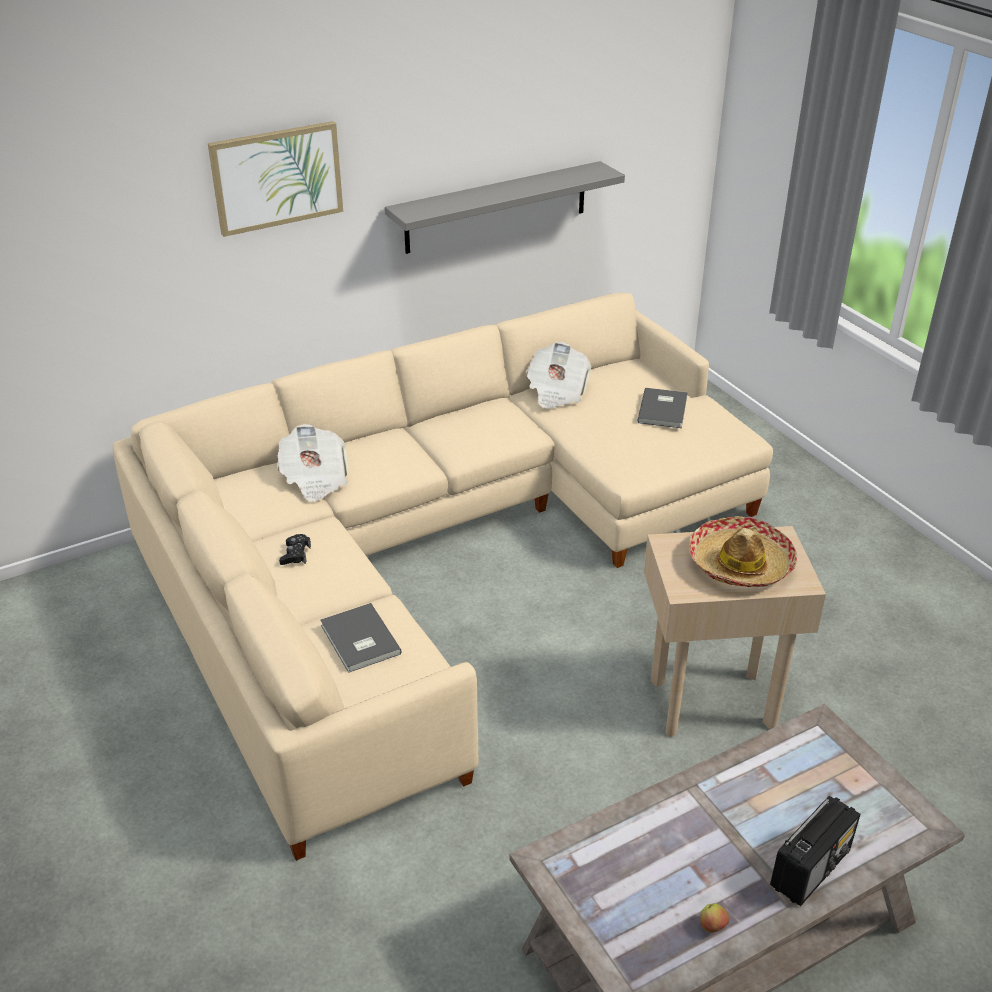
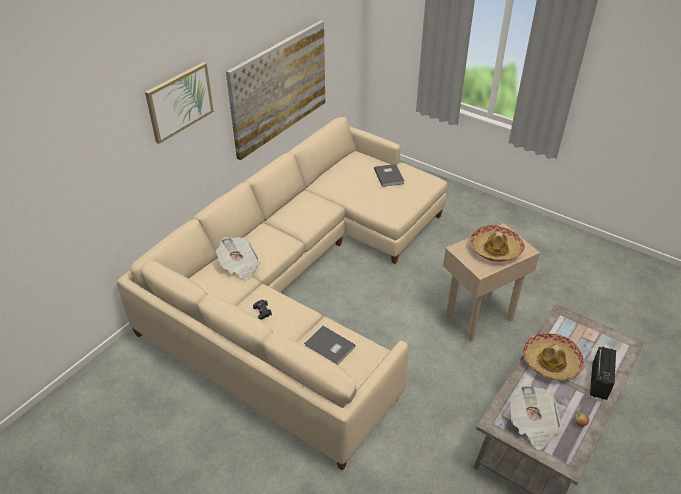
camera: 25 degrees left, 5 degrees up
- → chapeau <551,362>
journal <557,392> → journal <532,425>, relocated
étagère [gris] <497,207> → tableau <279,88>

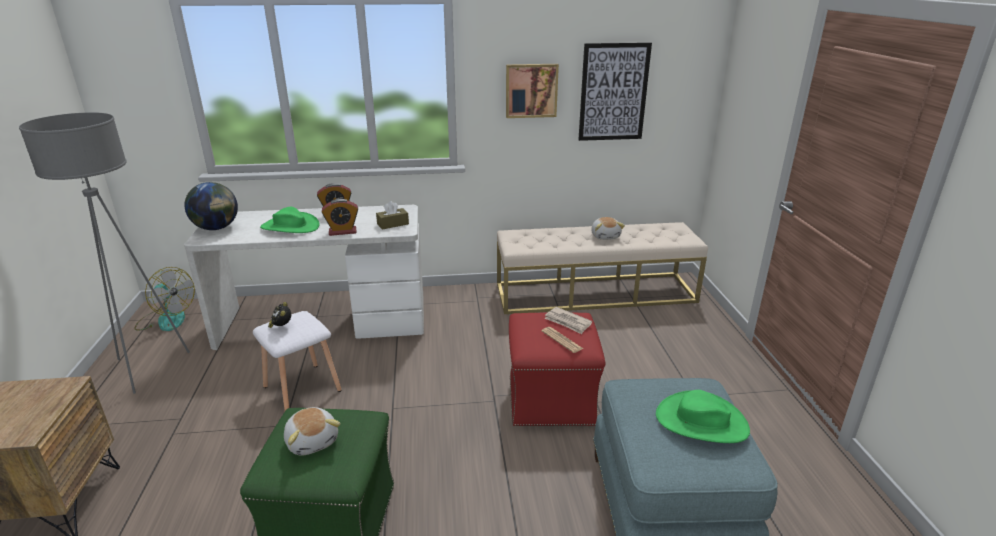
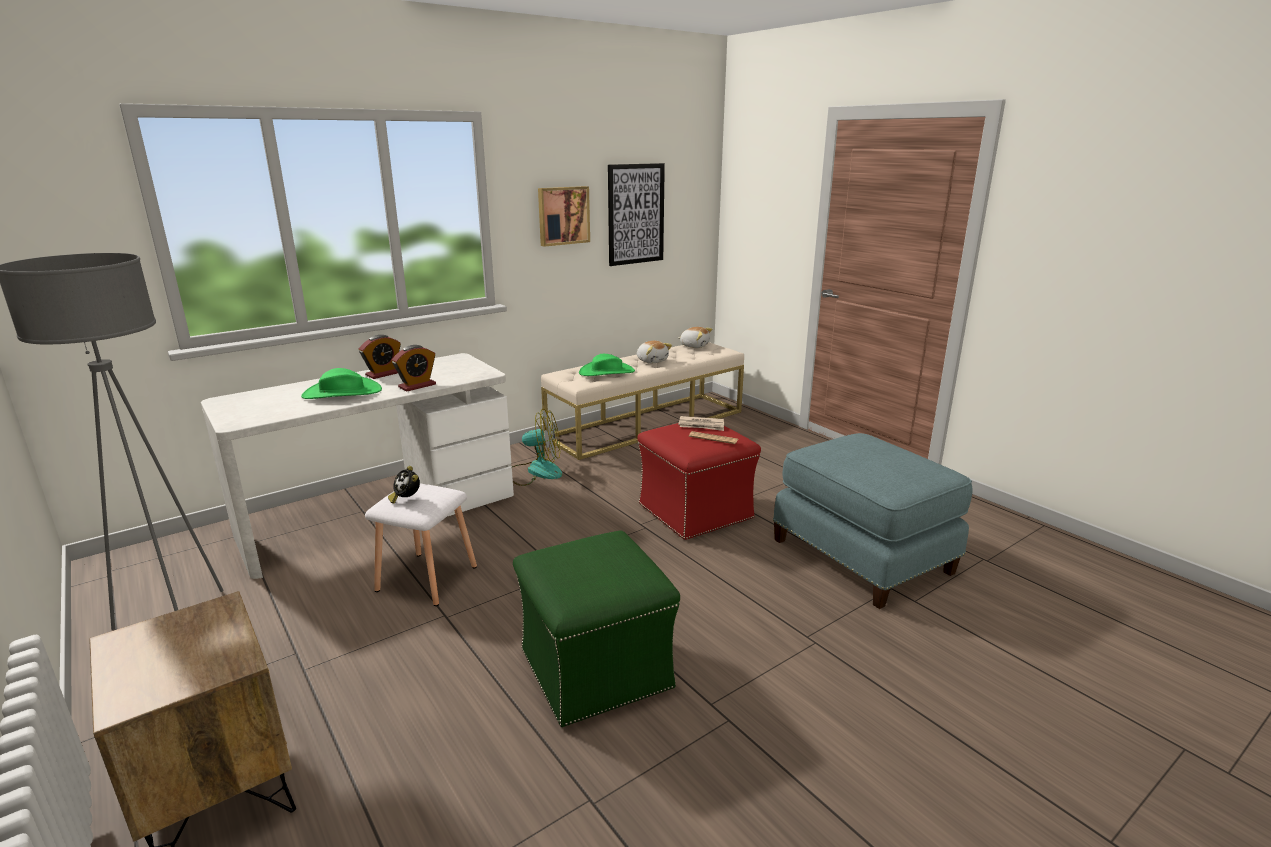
camera: 30 degrees left, 5 degrees down
globe <217,228> → -
boîte à mouchoirs [marron] <393,224> → -
ventilateur <166,319> → ventilateur <536,471>, relocated
peluche <313,440> → peluche <694,346>, relocated
chapeau [vert] <701,422> → chapeau [vert] <606,372>, relocated

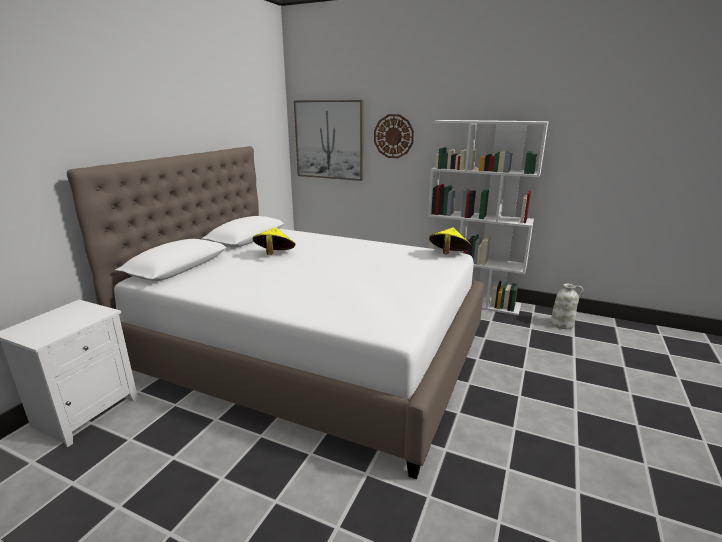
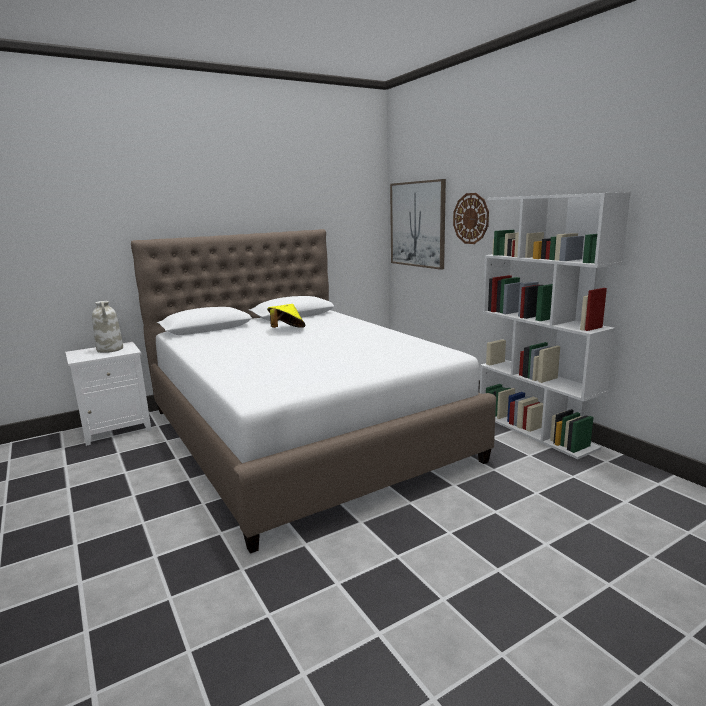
camera: 35 degrees right, 5 degrees down
chapeau [jaune] <448,255> → -
vase [blanc] <562,324> → vase [blanc] <110,349>, relocated

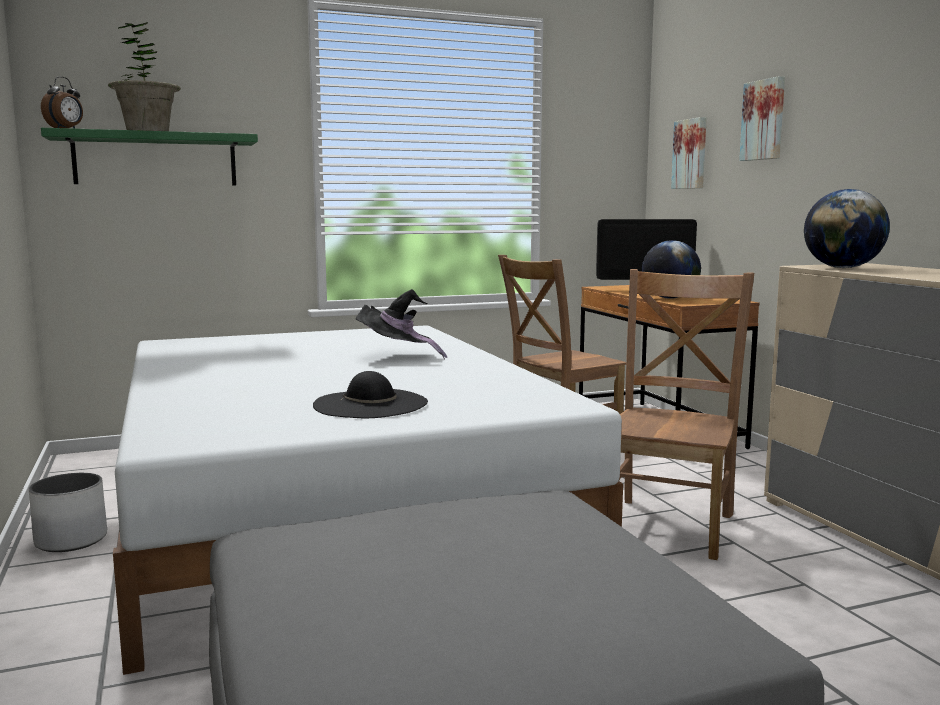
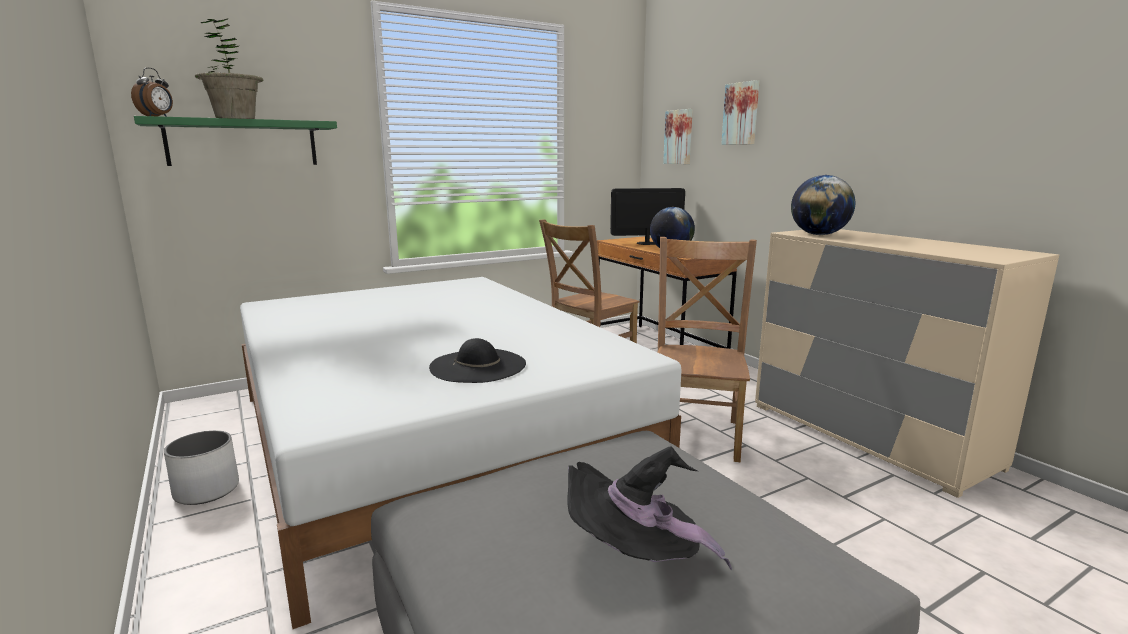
camera: 10 degrees left, 5 degrees up
chapeau [noir] <397,356> → chapeau [noir] <636,559>, relocated

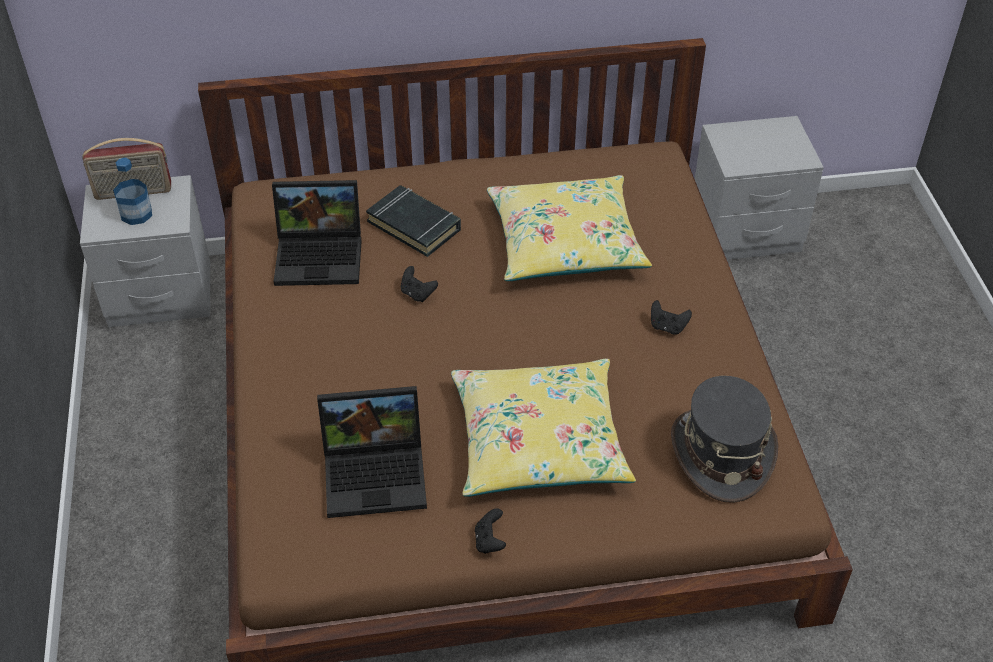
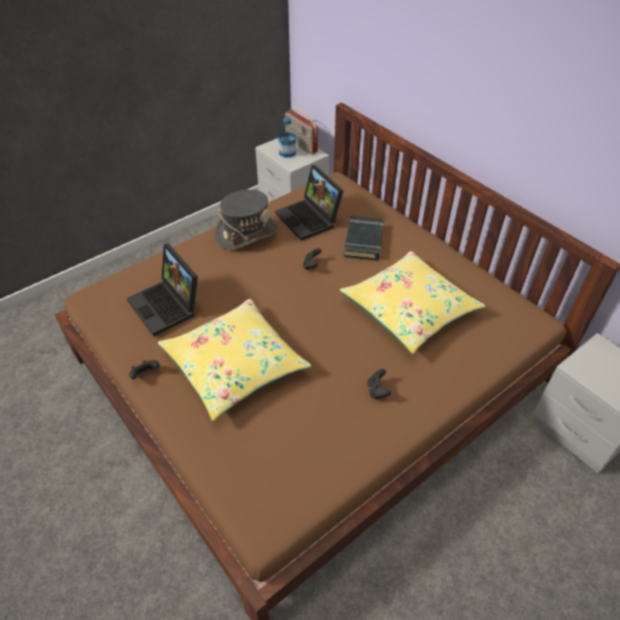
camera: 60 degrees right, 0 degrees up
chapeau [gris] <721,453> → chapeau [gris] <247,233>, relocated

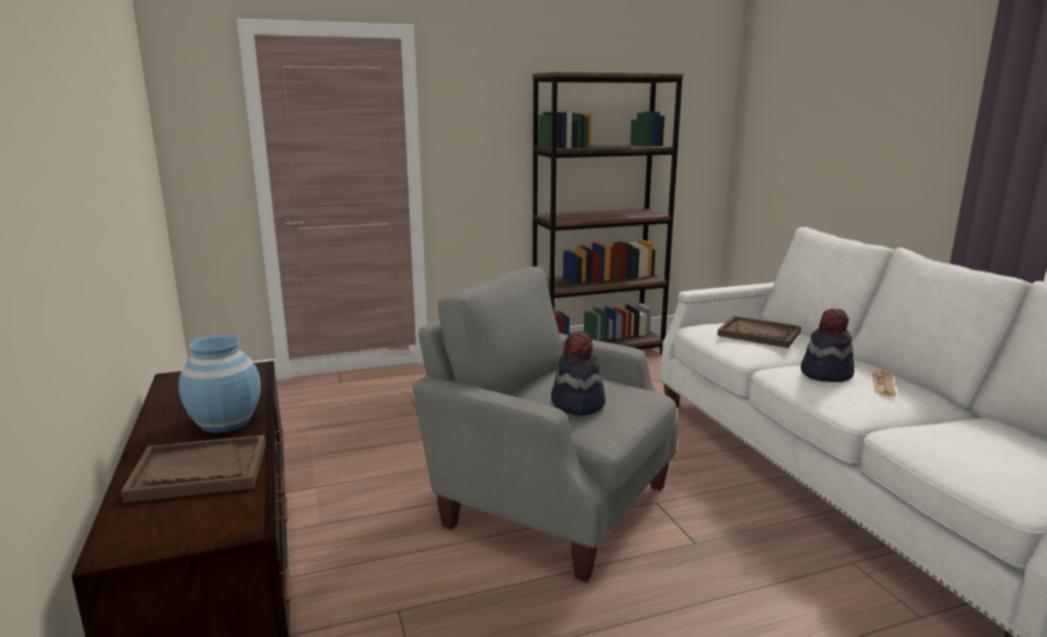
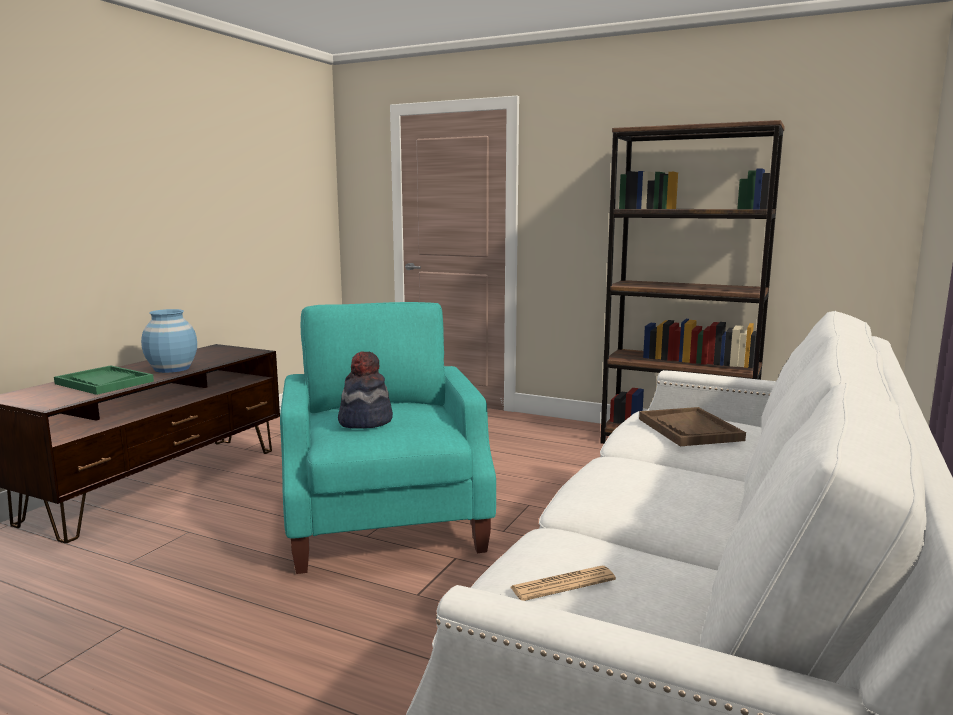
camera: 45 degrees right, 5 degrees down
chapeau <825,373> → -
journal <883,384> → journal <563,584>, relocated
plateau [marron] <199,471> → plateau [vert] <104,382>
fauteuil [gris] <551,503> → fauteuil [turquoise] <385,523>

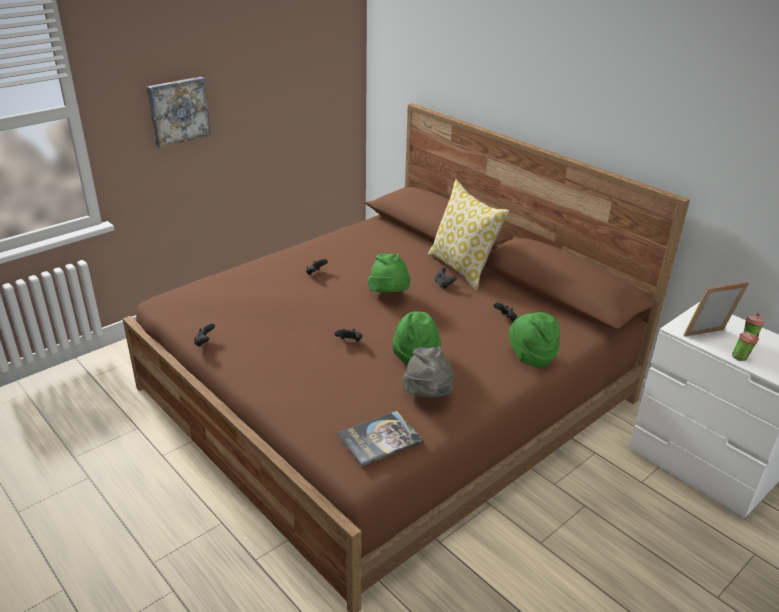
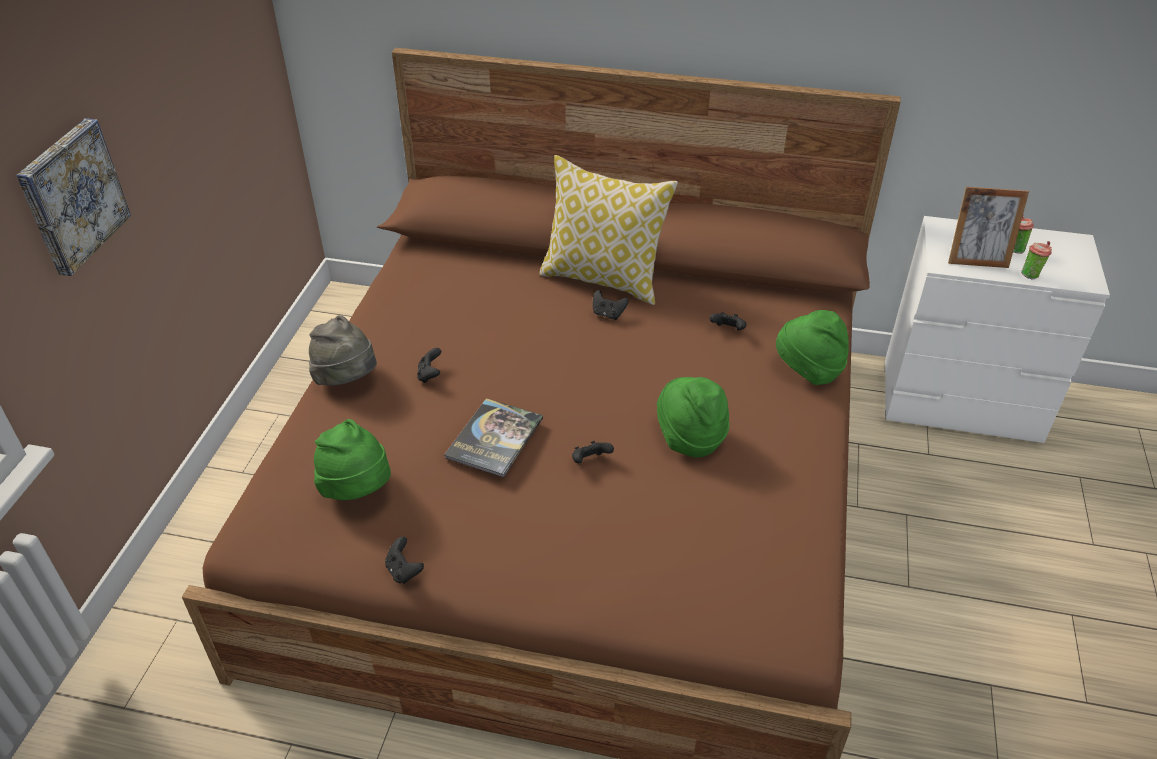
camera: 35 degrees left, 10 degrees up
livre <380,439> → livre <494,438>, relocated
chapeau [vert] <389,296> → chapeau [vert] <358,489>, relocated
chapeau [gris] <428,396> → chapeau [gris] <347,380>, relocated
cadre photo <707,336> → cadre photo <976,261>, 120 degrees counterclockwise

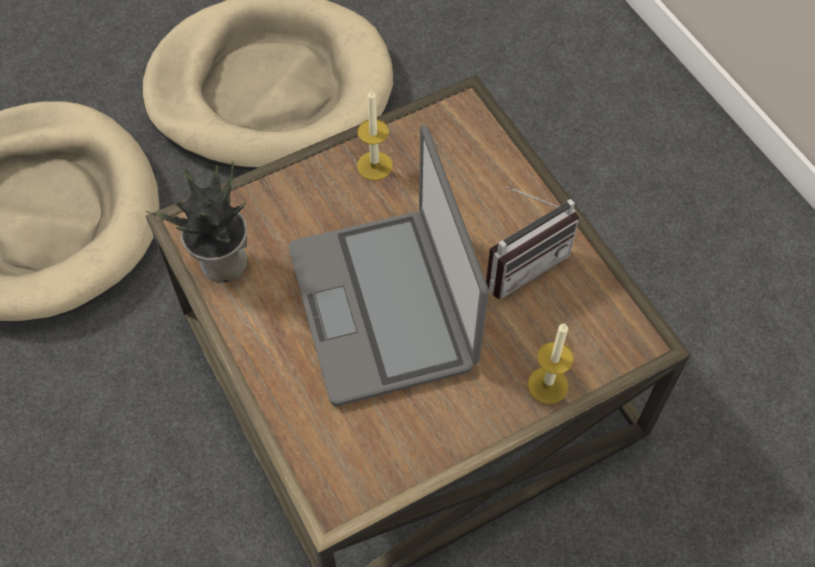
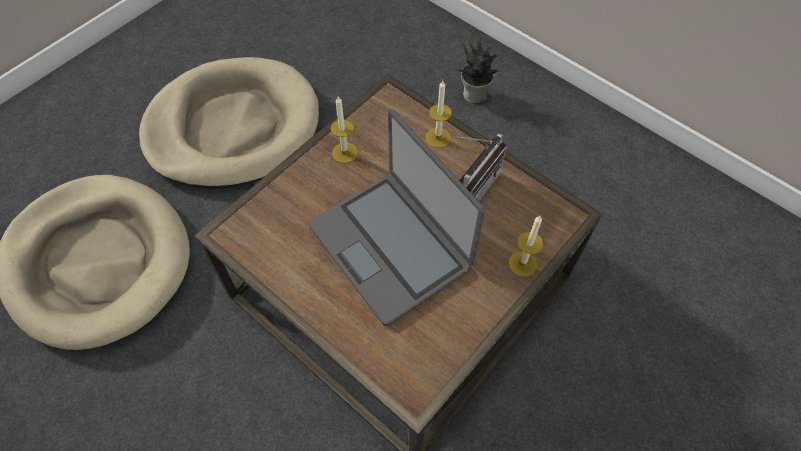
camera: 20 degrees left, 0 degrees up
- → bougie <438,137>
plante en pot <222,263> → plante en pot <474,95>, relocated

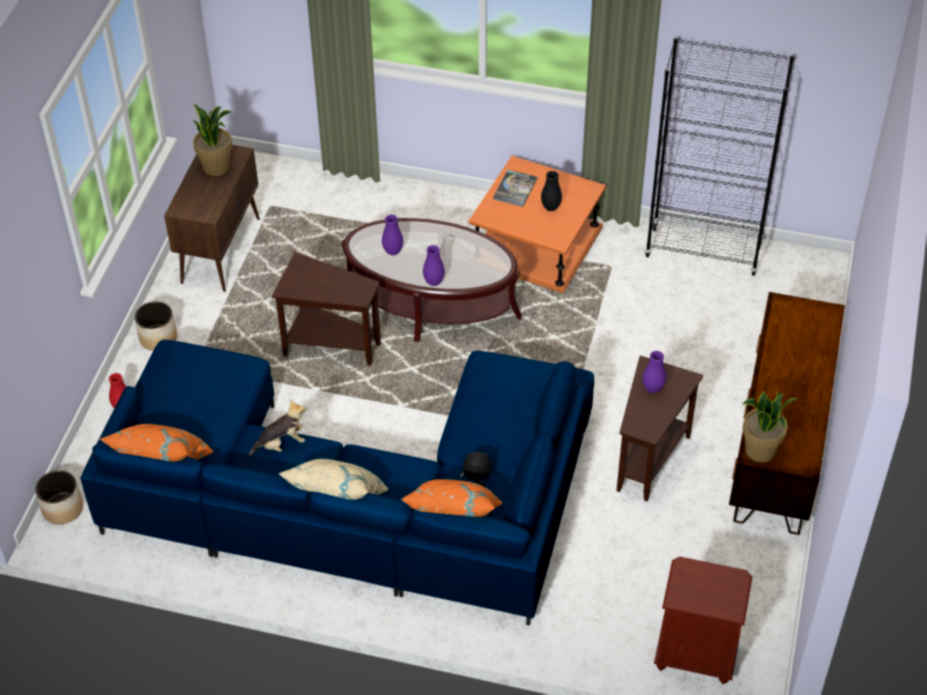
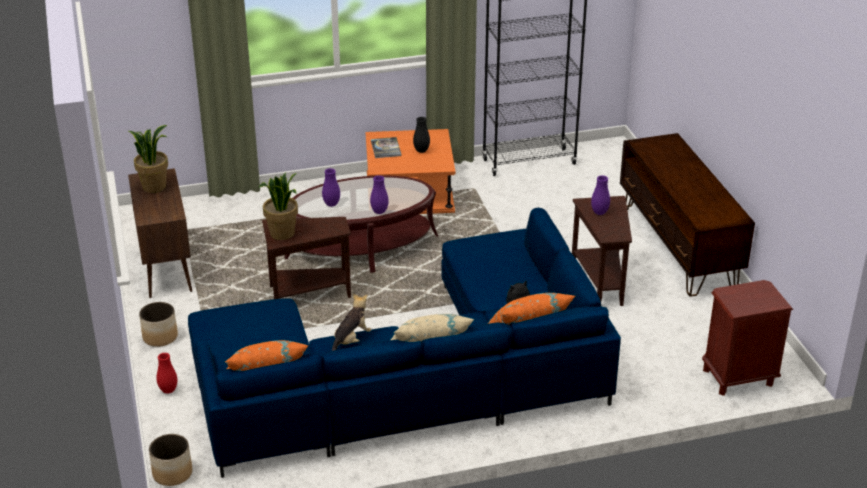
camera: 30 degrees left, 15 degrees down
plante en pot <760,451> → plante en pot <282,234>, relocated

